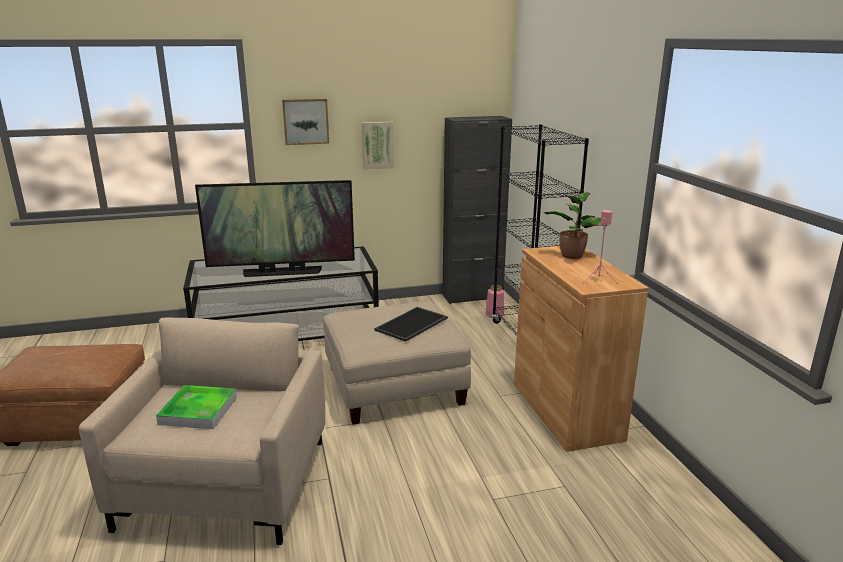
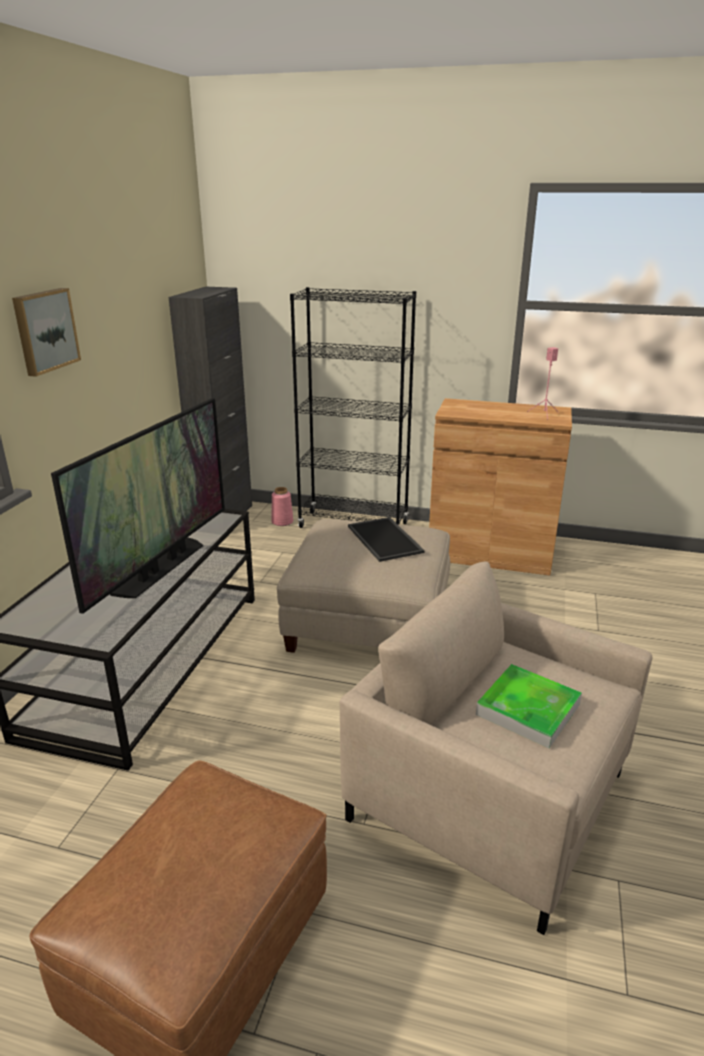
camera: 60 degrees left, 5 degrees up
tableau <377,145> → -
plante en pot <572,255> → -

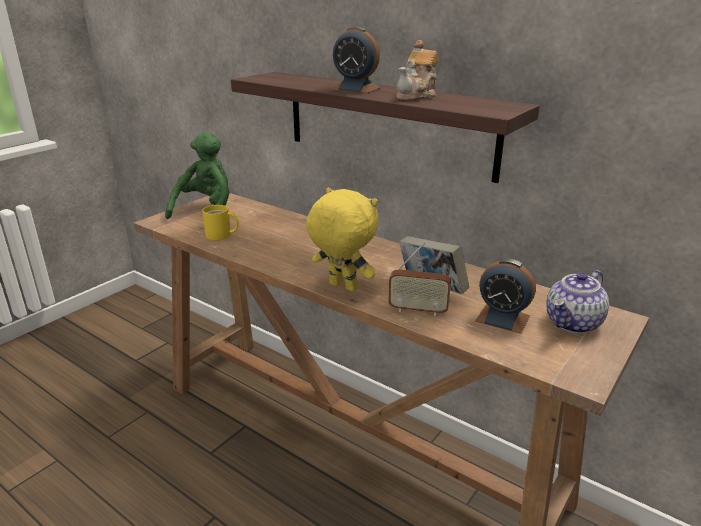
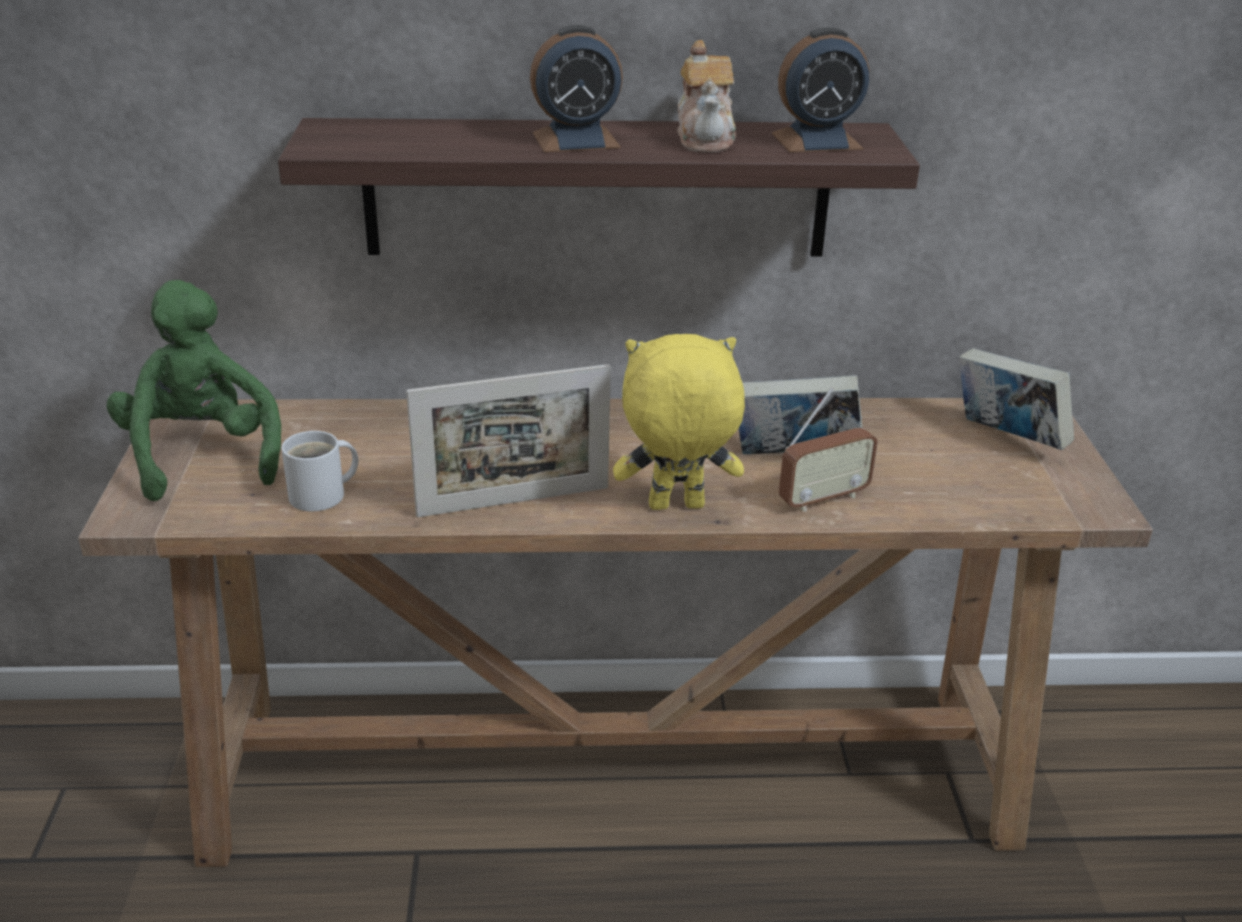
camera: 40 degrees left, 5 degrees up
- → cadre photo <514,502>
réveil <502,318> → réveil <817,141>, relocated
théière <573,323> → livre <1006,439>
mug [jaune] <220,235> → mug [blanc] <323,495>

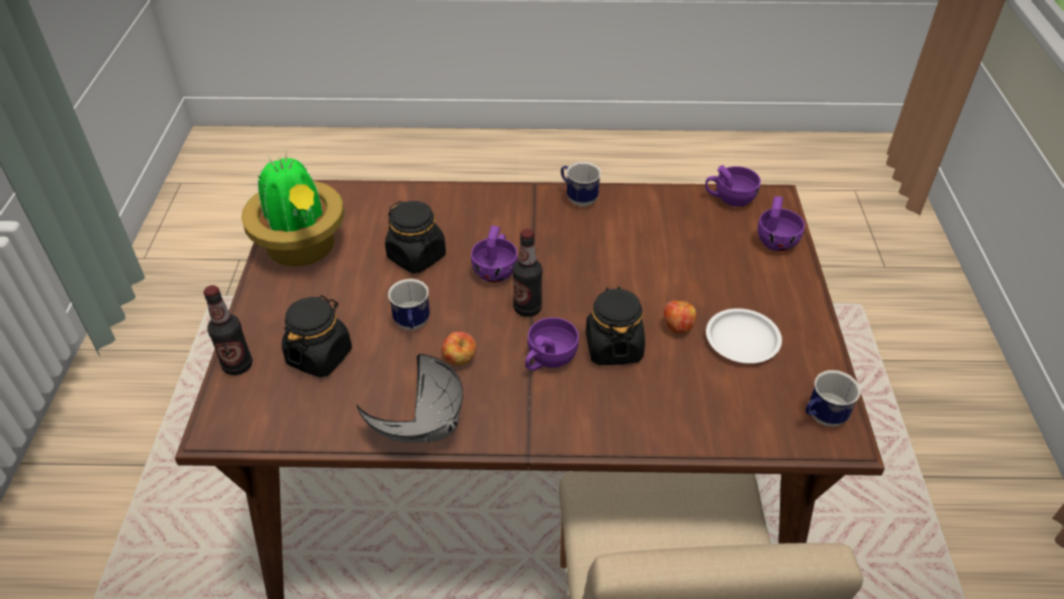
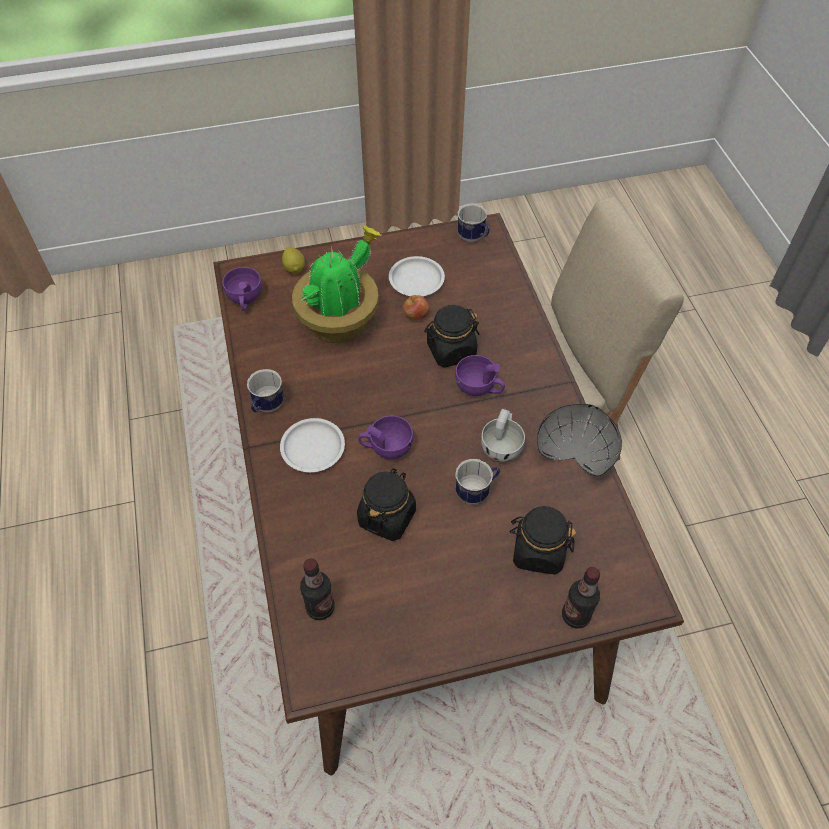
camera: 105 degrees left, 10 degrees up
- → assiette [blanc] <313,448>
plante en pot <303,249> → plante en pot <340,321>, relocated
bouteille <527,308> → bouteille <320,608>, relocated
pomme <459,360> → tasse [blanc] <502,446>
tasse [violet] <776,239> → citron <294,268>

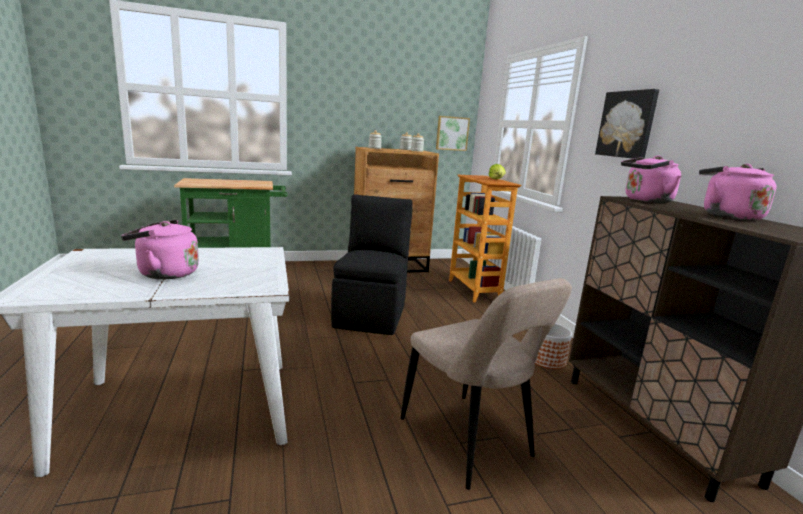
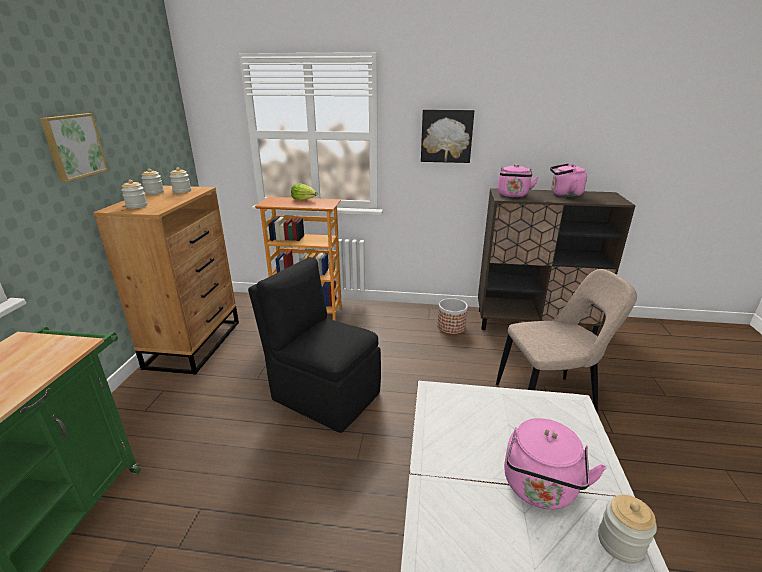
camera: 65 degrees left, 10 degrees up
- → bocal <620,543>
tableau <452,133> → tableau <73,146>, relocated

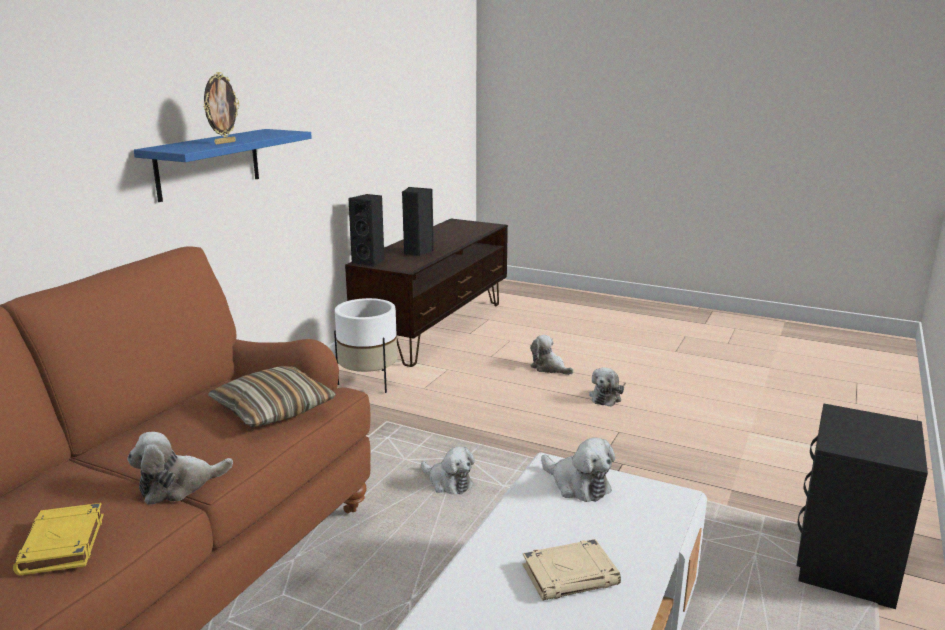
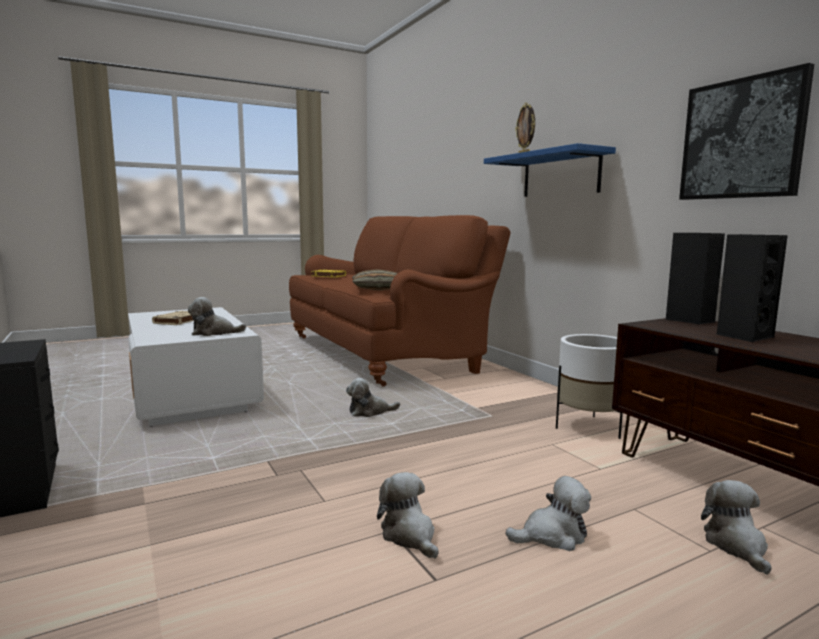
camera: 125 degrees right, 10 degrees down
- → tableau <742,139>
peluche <178,486> → peluche <736,545>, relocated

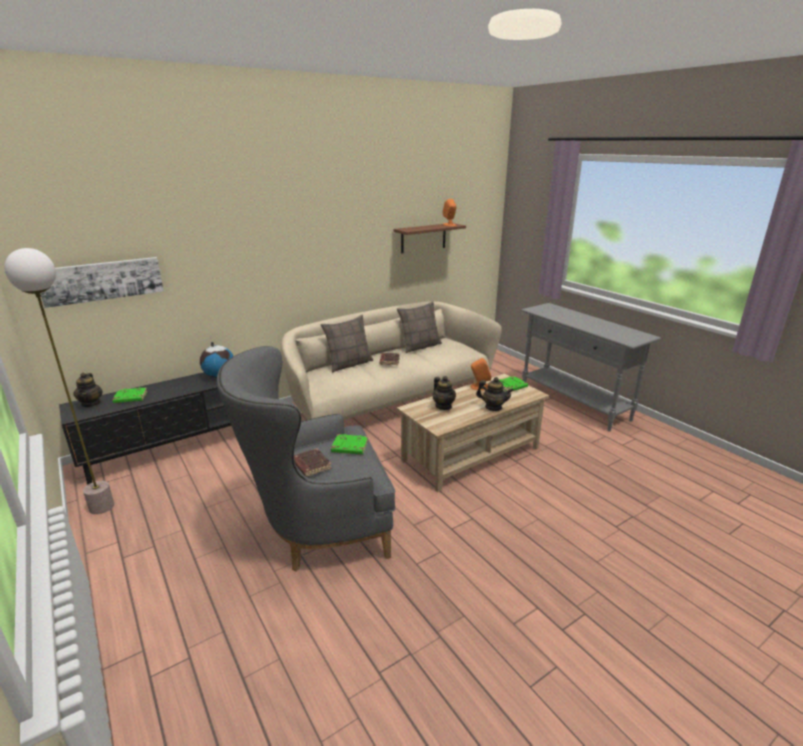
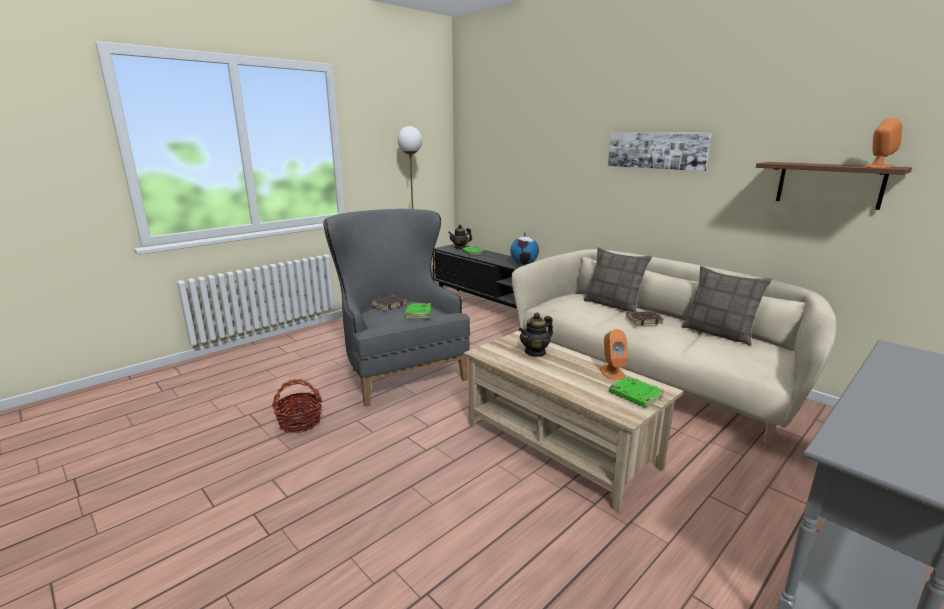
camera: 80 degrees right, 5 degrees down
théière <493,407> → -
- → panier <300,422>
tableau <102,280> → tableau <656,150>, relocated

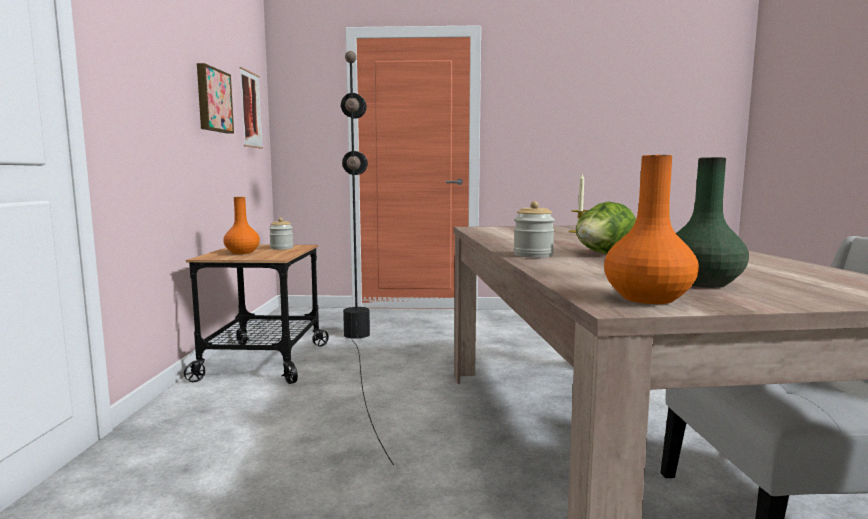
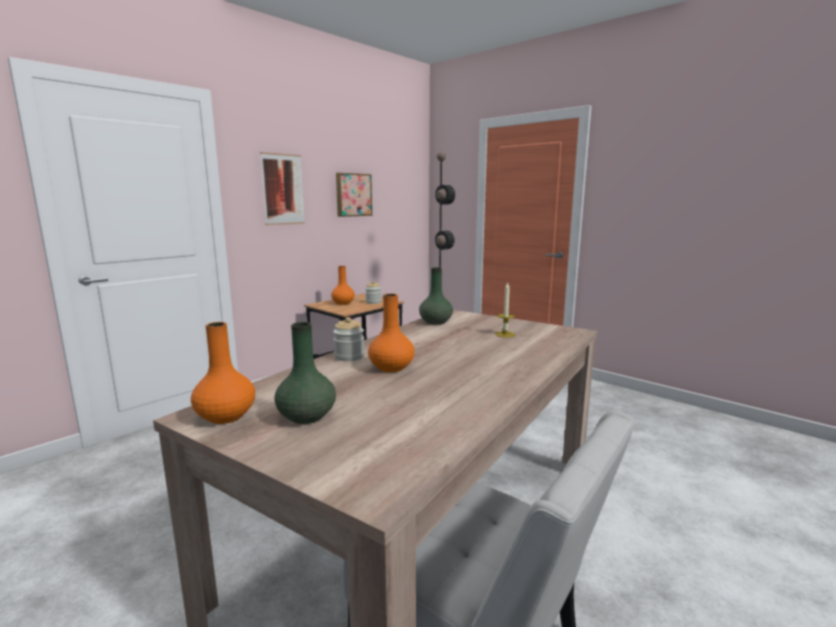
camera: 40 degrees right, 5 degrees up
- → vase [vert] <436,322>
tableau <251,109> → tableau <283,189>, relocated
laitue <603,254> → vase [orange] <392,368>

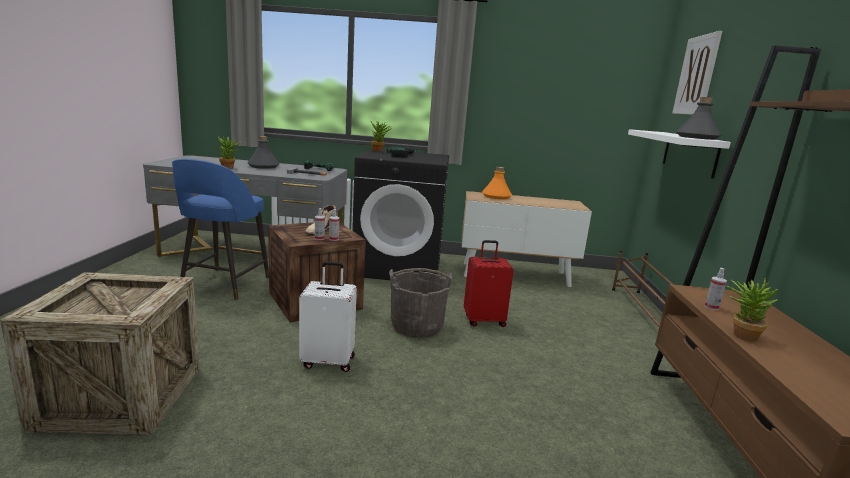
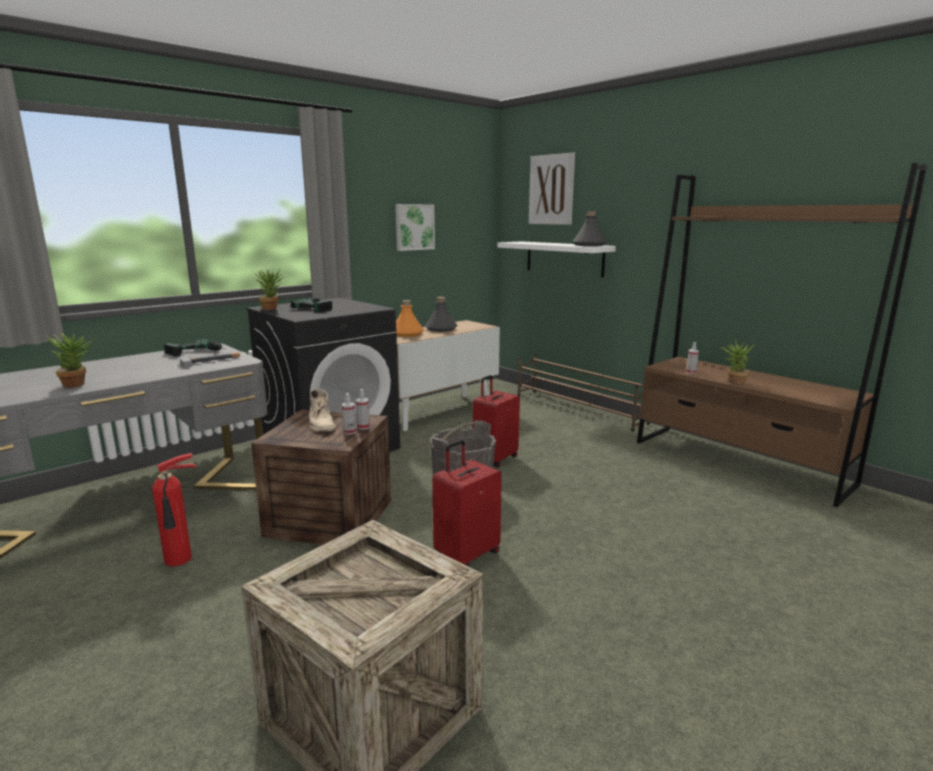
camera: 45 degrees left, 0 degrees up
- → tableau <414,227>
bouteille [gris] <263,166> → bouteille [gris] <441,329>, relocated
tabouret [bleu] <224,285> → extincteur <181,560>
valise [blanc] <328,361> → valise [rouge] <466,554>

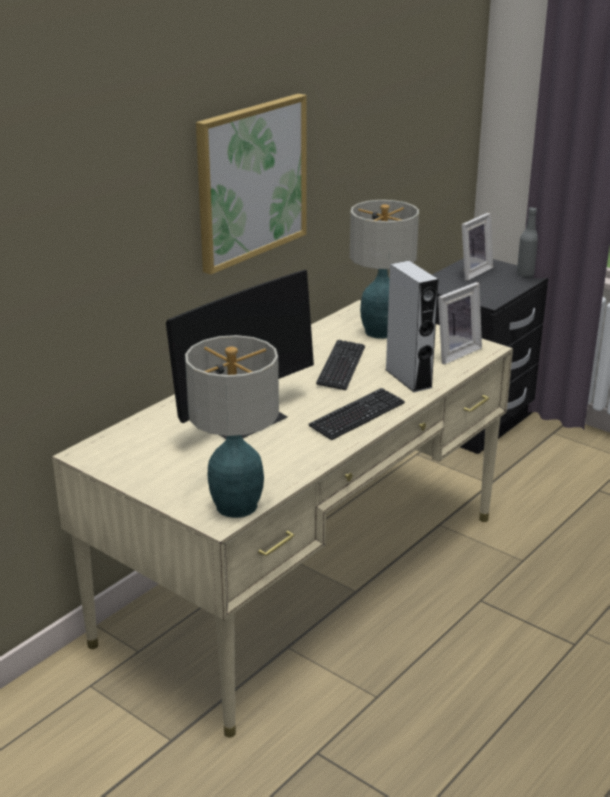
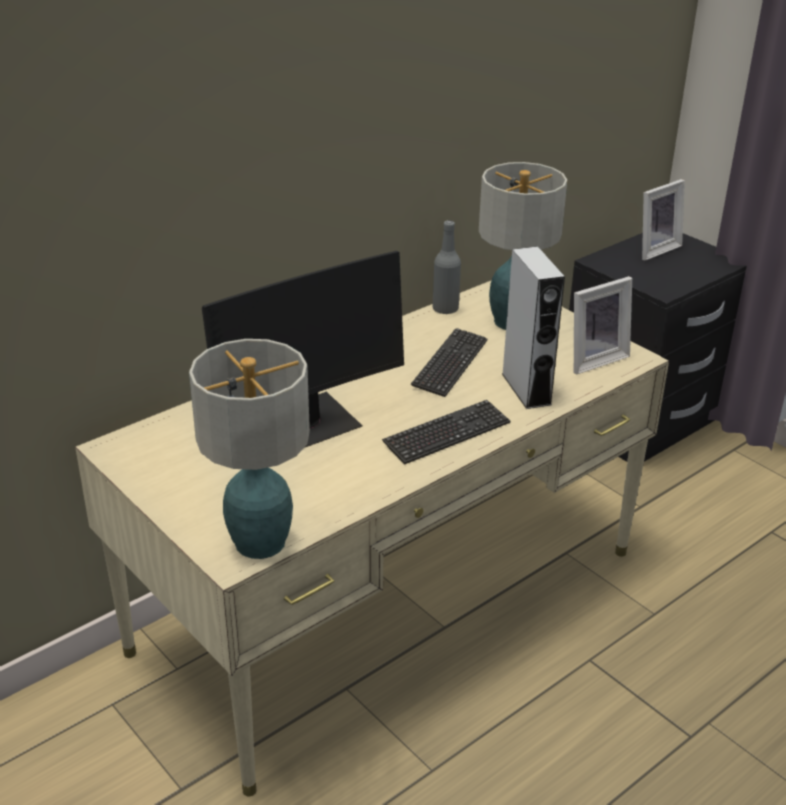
camera: 10 degrees right, 5 degrees up
tableau <251,181> → -
bouteille [gris] <526,274> → bouteille [gris] <445,309>, relocated

